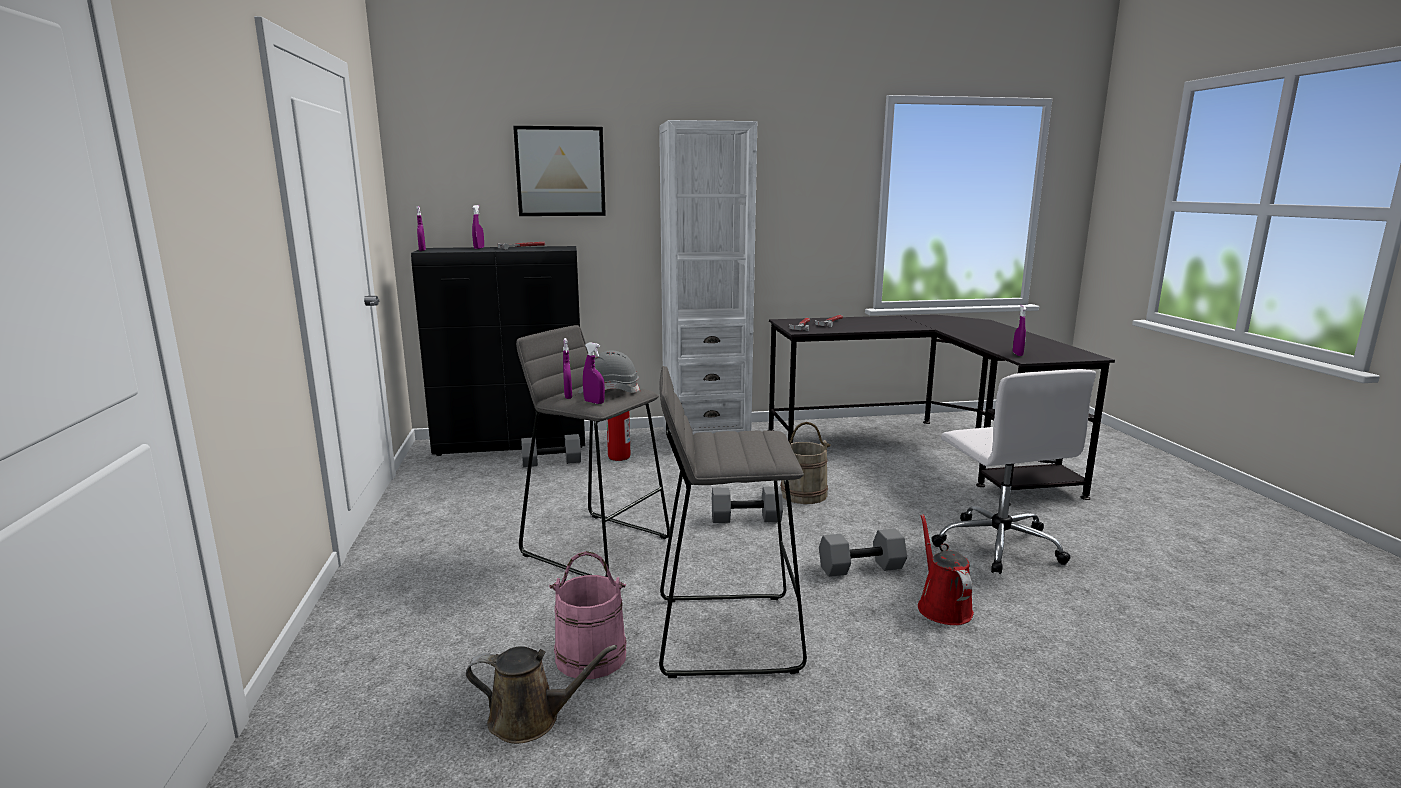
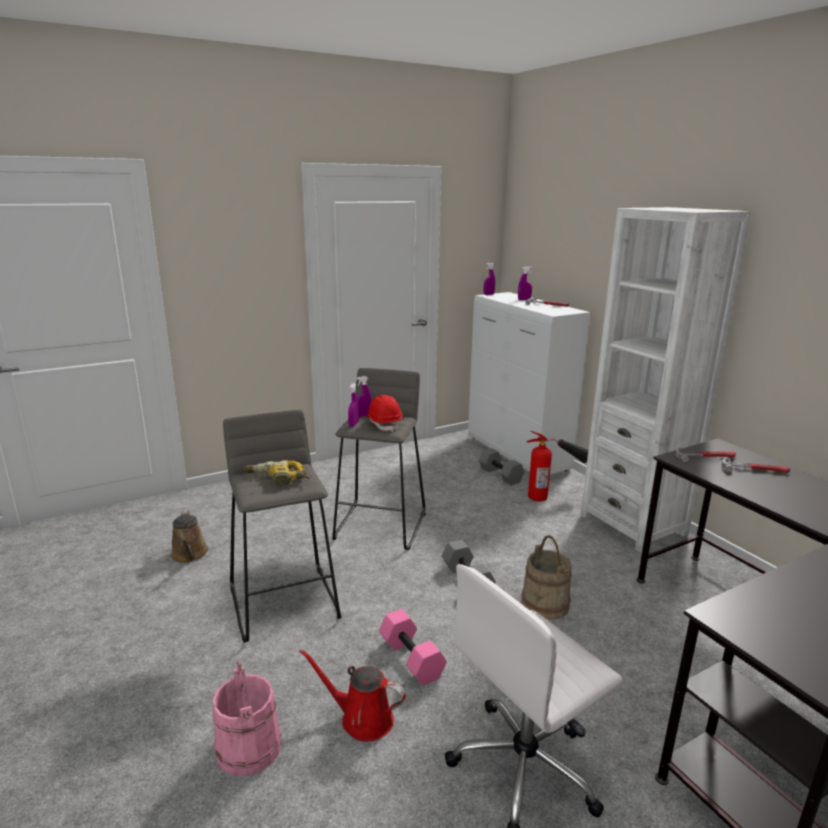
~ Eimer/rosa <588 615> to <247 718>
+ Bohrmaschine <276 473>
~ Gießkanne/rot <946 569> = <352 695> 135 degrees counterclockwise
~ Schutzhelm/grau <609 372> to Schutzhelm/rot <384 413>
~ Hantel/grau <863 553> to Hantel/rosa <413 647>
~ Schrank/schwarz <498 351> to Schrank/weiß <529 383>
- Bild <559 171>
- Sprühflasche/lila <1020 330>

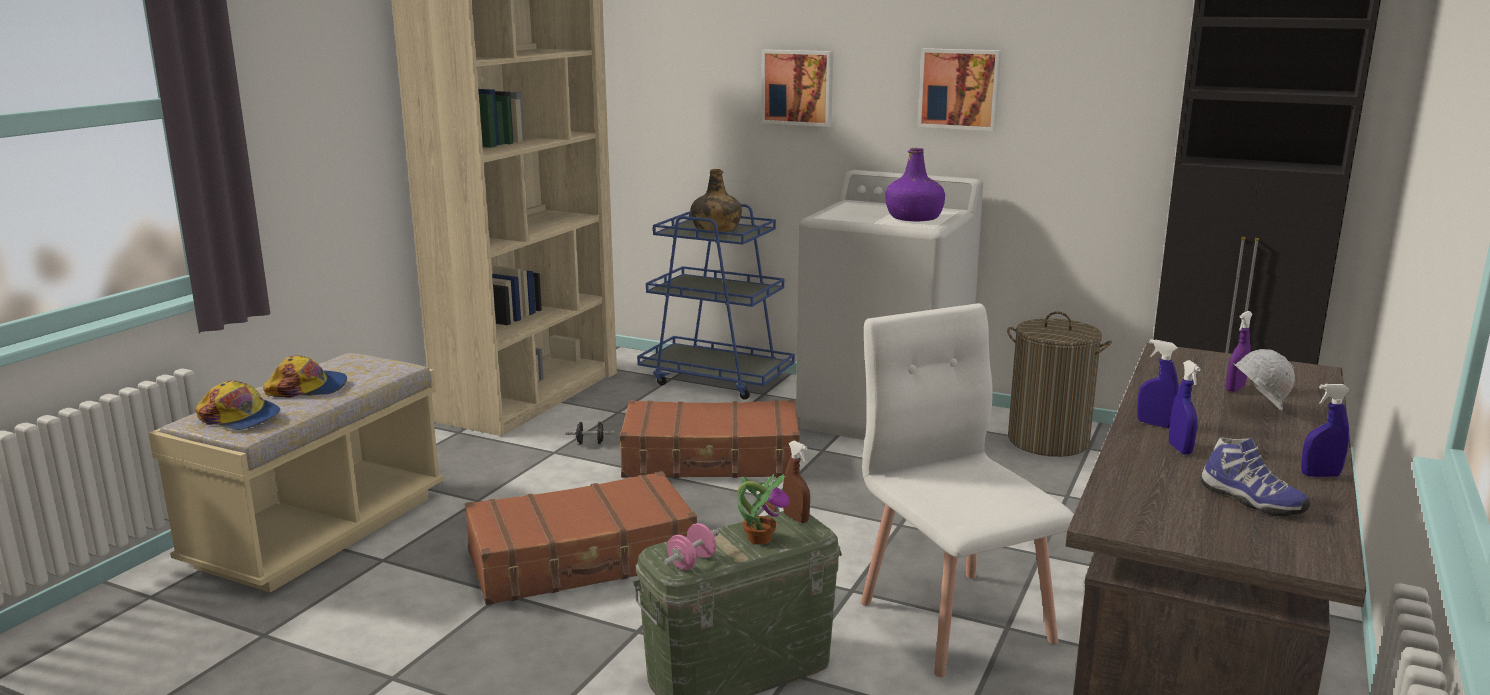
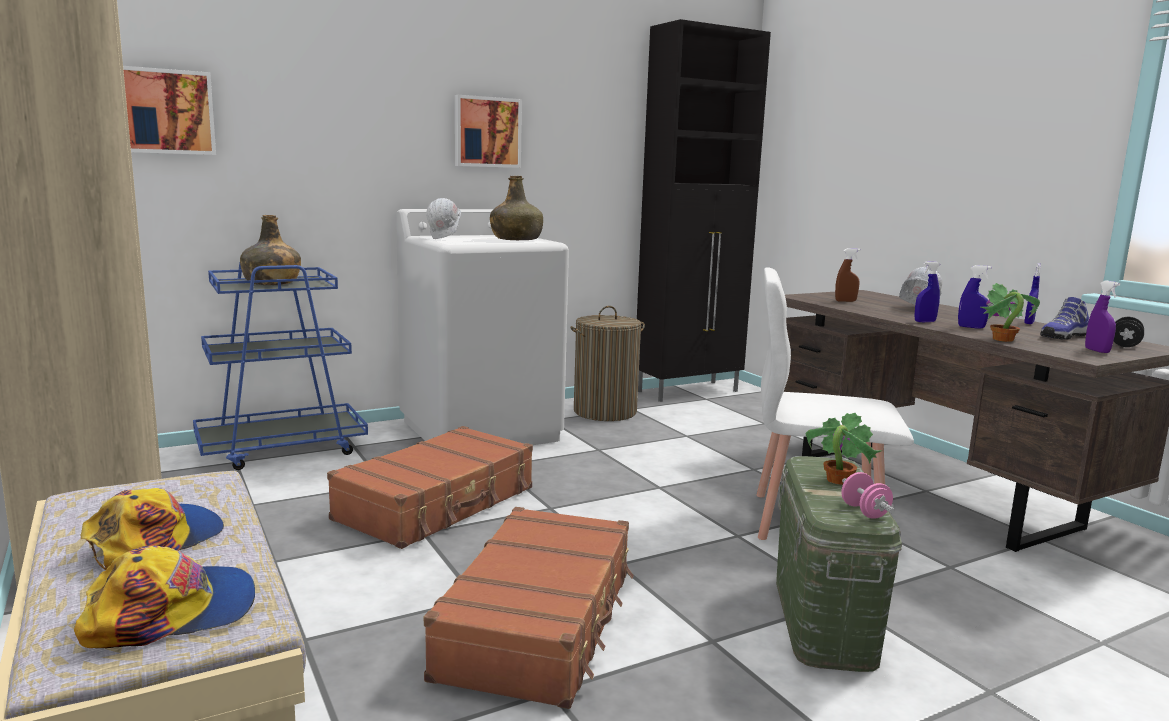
~ Bild <797 88> to <169 110>
+ Schutzhelm/weiß <443 218>
~ Flasche/lila <915 184> to Flasche/grün <516 208>
~ Sprühflasche/braun <796 482> to <847 275>
+ Topfpflanze <1010 312>
~ Schuh <1255 476> = <1064 318> 150 degrees clockwise
~ Sprühflasche/lila <1239 351> to <1102 317>
~ Hantel/schwarz <590 433> to <1129 332>

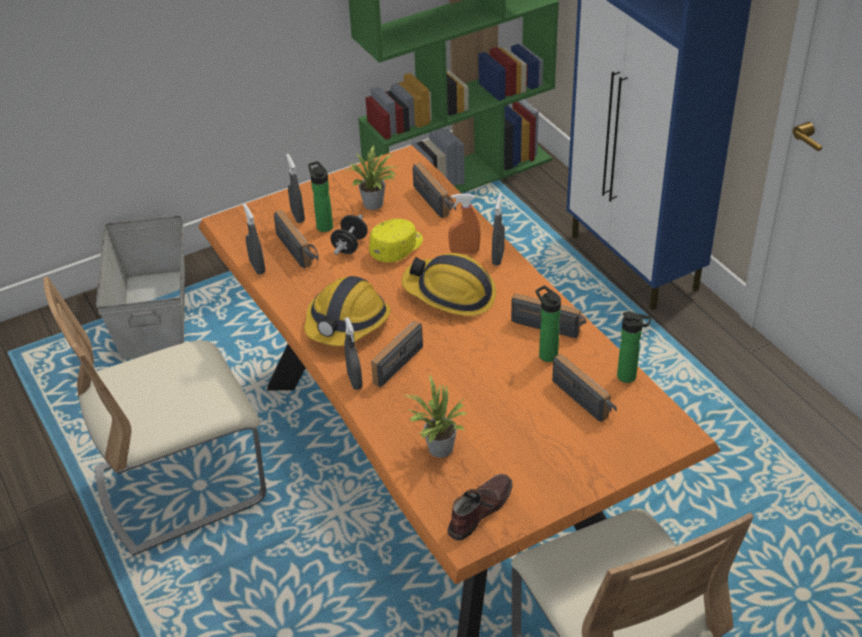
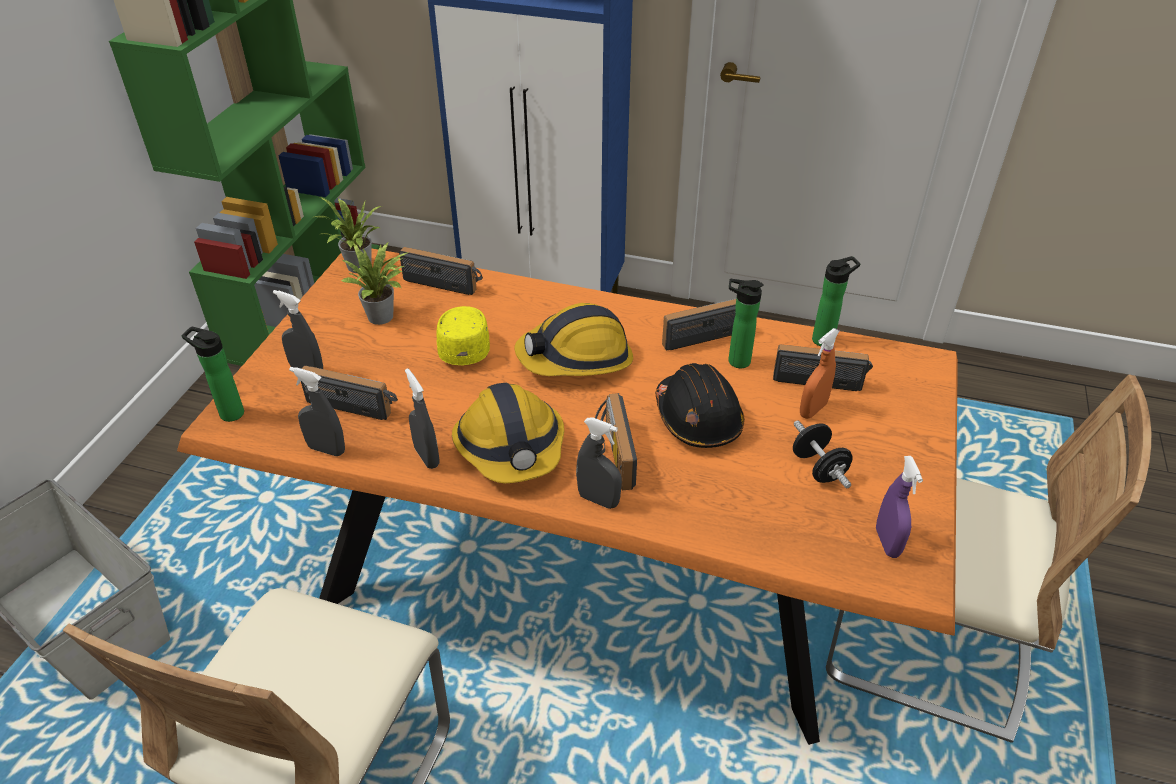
~ Flasche <320 196> to <213 374>
~ Topfpflanze <436 416> to <346 235>
~ Sprühflasche/grau <498 229> to <422 418>
+ Schutzhelm/schwarz <700 405>
~ Hantel/schwarz <349 234> to <823 454>
~ Sprühflasche/orange <464 224> to <819 373>
~ Schuh/braun <480 507> to Sprühflasche/lila <899 507>

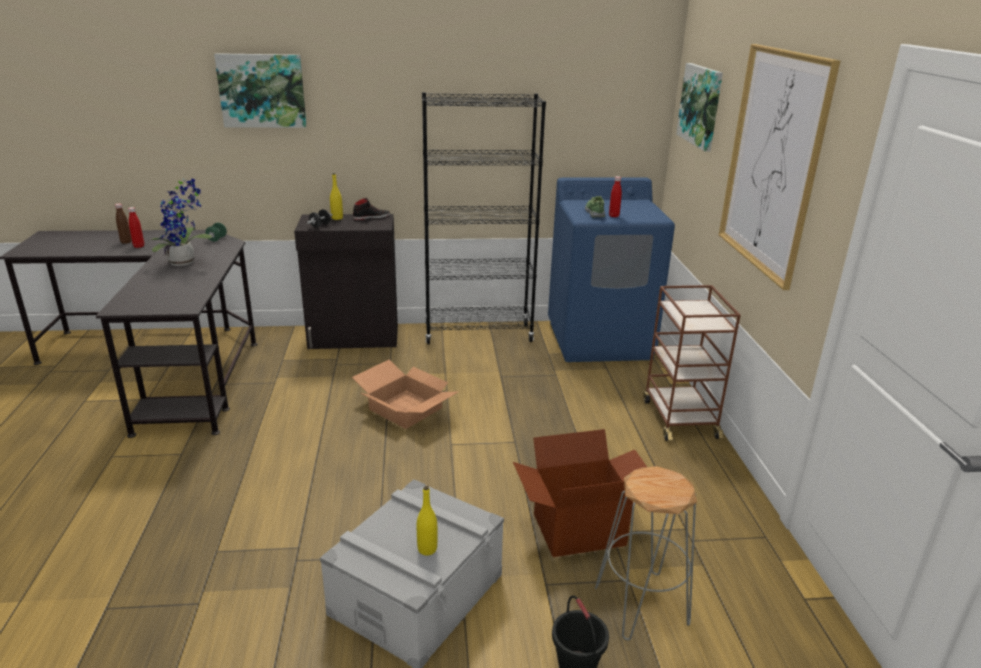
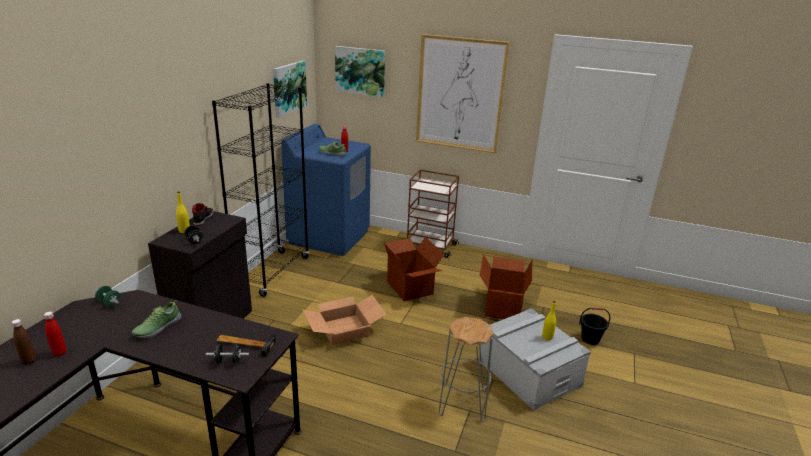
~ Topfpflanze <180 222> to Schuh <156 319>
+ Hantel/schwarz <227 354>
+ Hammer <246 345>
~ Bild <260 90> to <290 89>
+ Karton <413 269>
~ Hocker/grau <646 553> to <466 369>

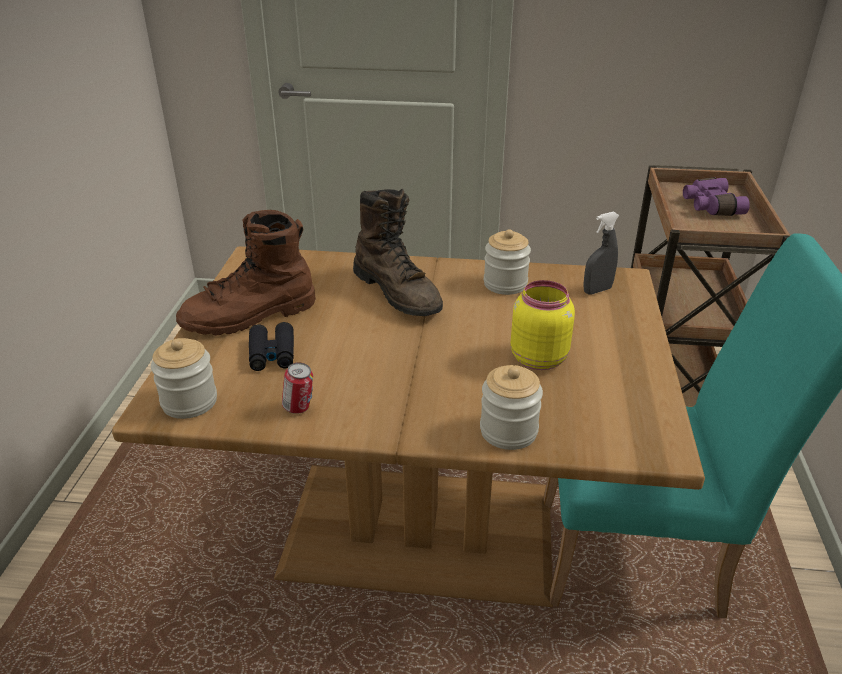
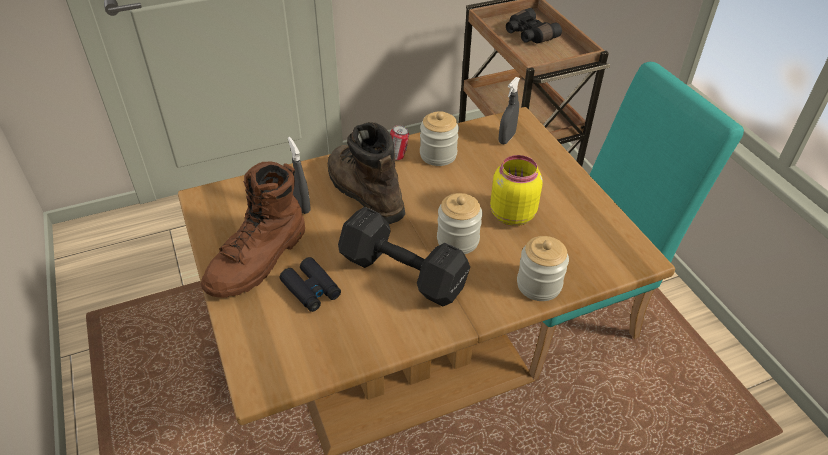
+ Sprühflasche/grau <299 175>
~ Stiefel/braun <398 252> = <366 173> 150 degrees counterclockwise
+ Hantel/schwarz <404 256>
~ Dose <297 388> to <399 142>
~ Vorratsglas <184 378> to <460 223>
~ Fernglas/lila <716 196> to Fernglas/schwarz <534 25>

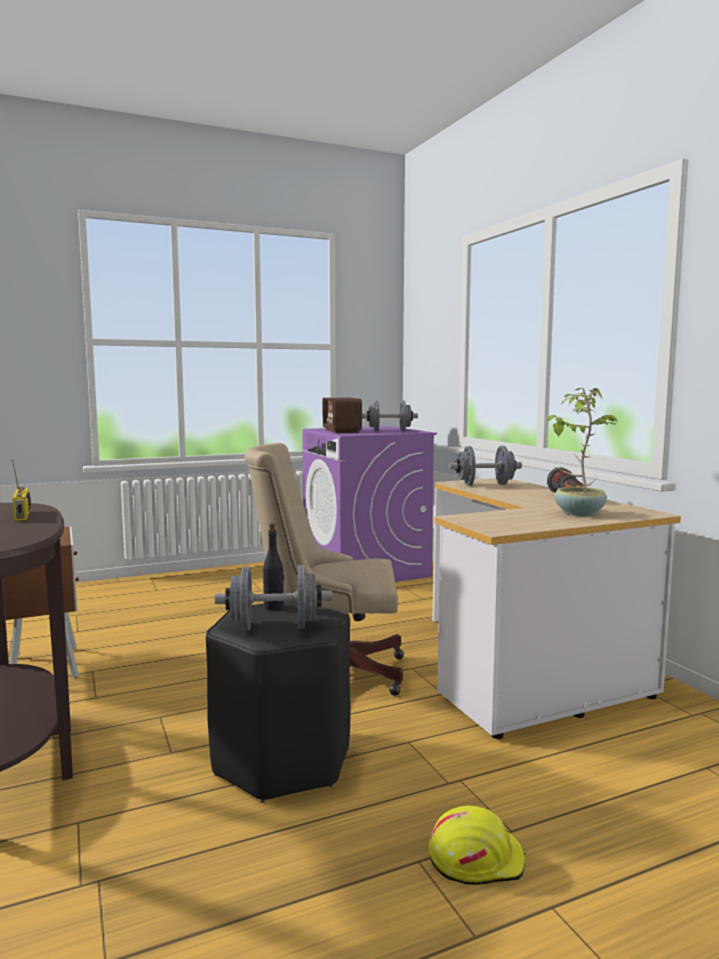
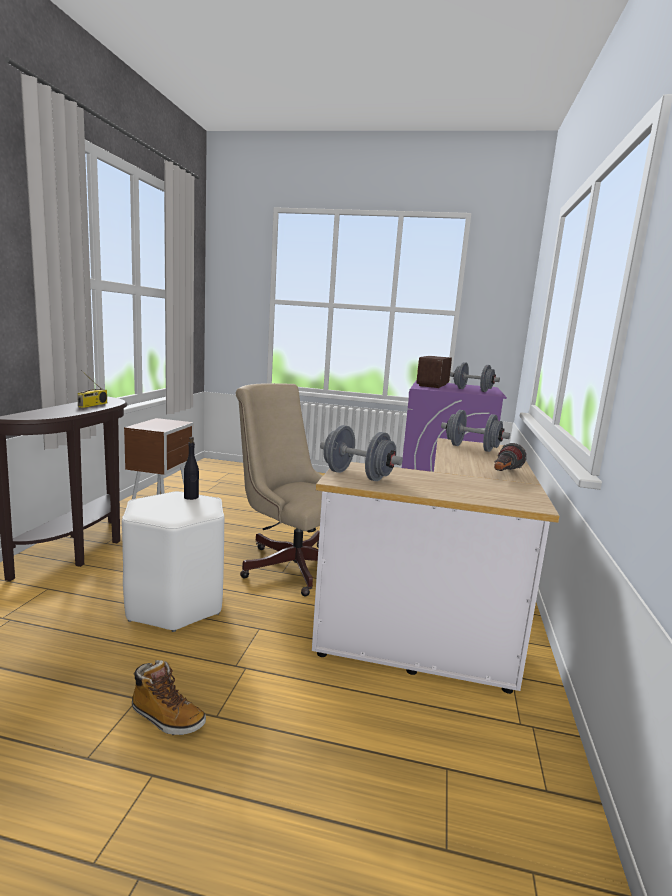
~ Hocker/schwarz <278 701> to Hocker/weiß <173 561>
~ Schutzhelm/gelb <477 845> to Stiefel <169 697>
~ Hantel/grau <273 597> to <361 453>
- Topfpflanze <582 452>

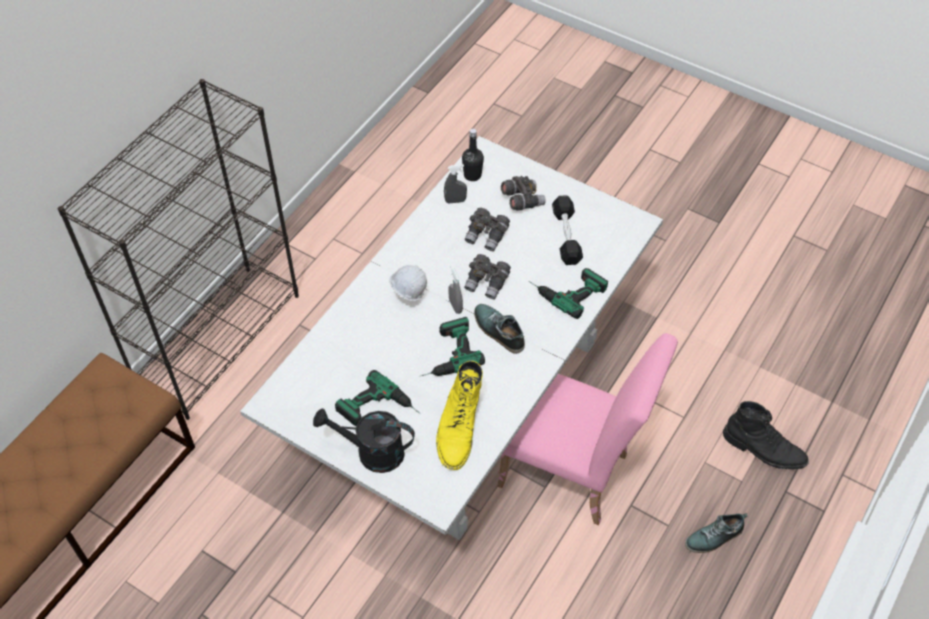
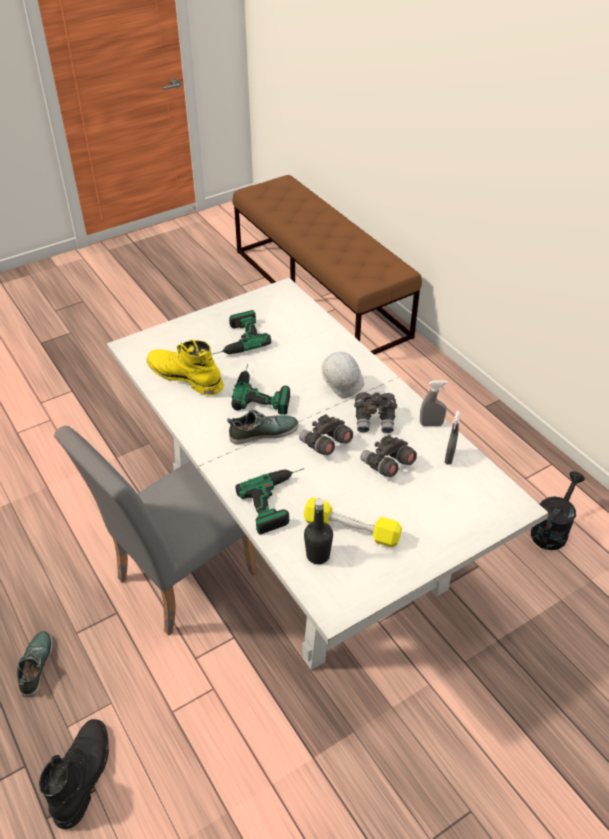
~ Stiefel/schwarz <766 435> = <74 774> 135 degrees clockwise
~ Stuhl/rosa <588 429> to Stuhl/grau <155 531>
~ Hantel/schwarz <567 230> to Hantel/gelb <353 522>
~ Flasche/schwarz <473 155> to <318 531>
~ Fernglas/grau <523 193> to <375 412>
~ Sprühflasche/grau <455 290> to <434 403>
~ Gießkanne/schwarz <364 440> to <558 510>
- Bücherregal/schwarz <178 249>

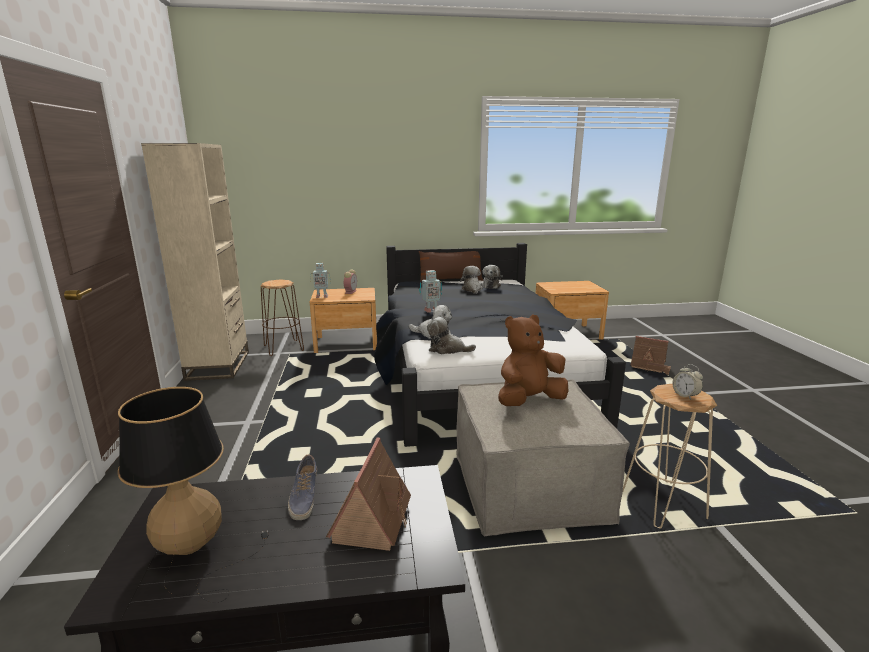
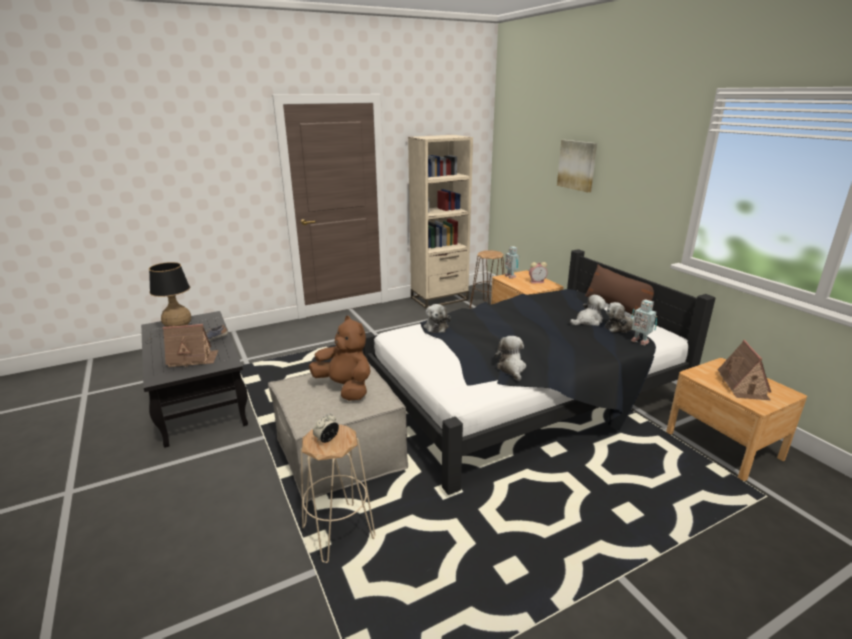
~ Plüschtier <451 335> to <510 358>
+ Bild <577 166>
~ Spielzeugroboter <430 291> to <644 322>
~ Spielzeughaus <651 355> to <744 370>

